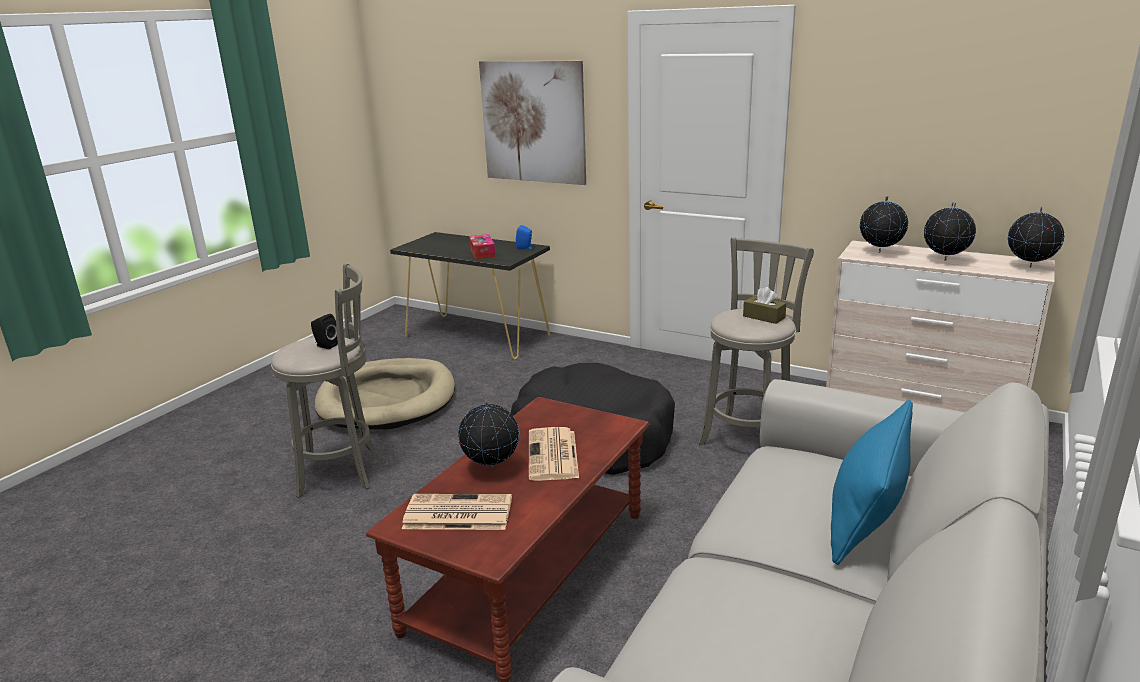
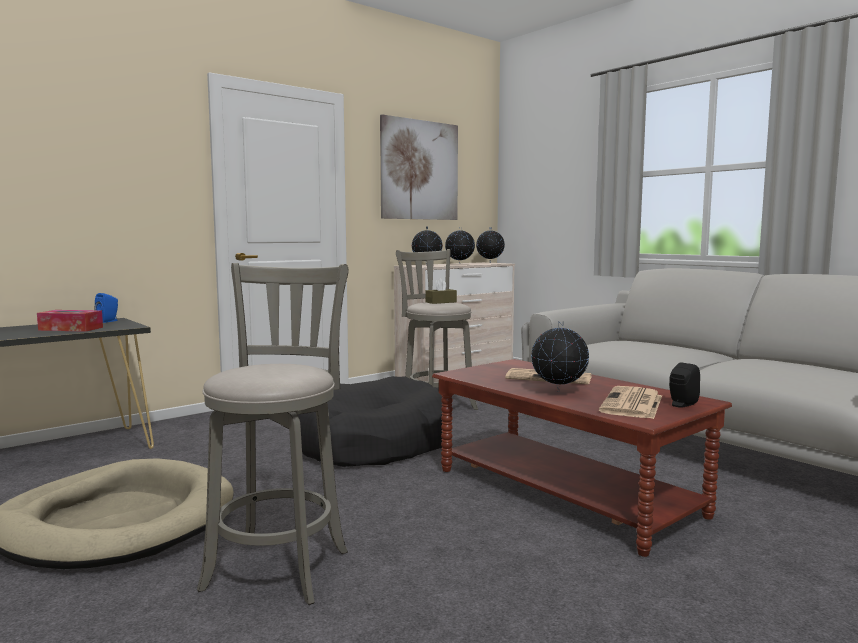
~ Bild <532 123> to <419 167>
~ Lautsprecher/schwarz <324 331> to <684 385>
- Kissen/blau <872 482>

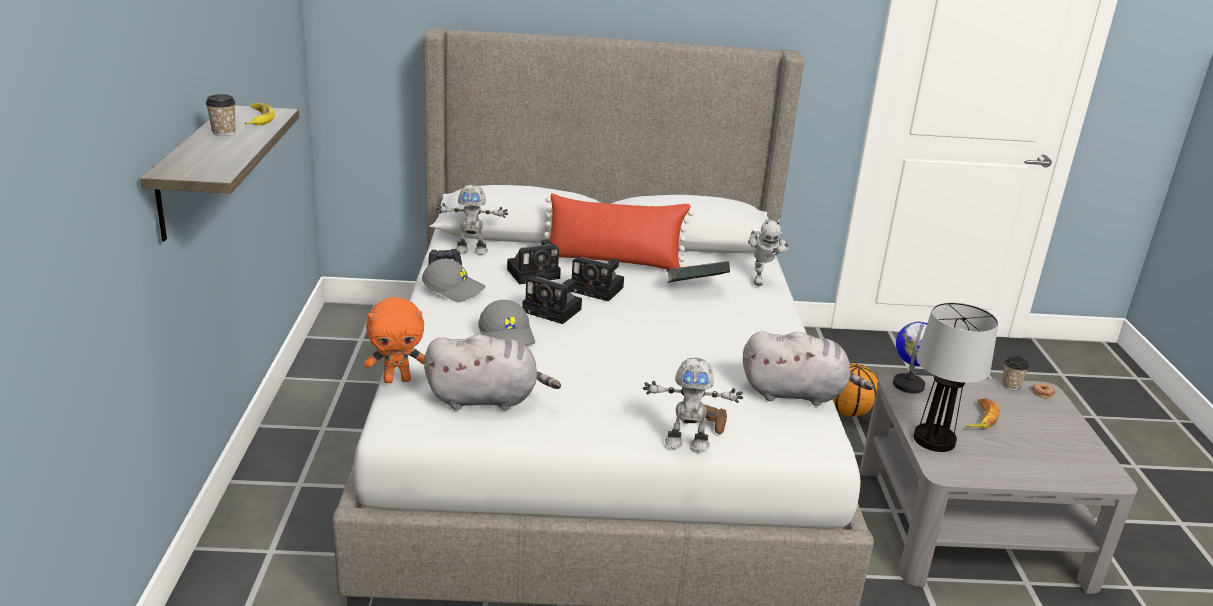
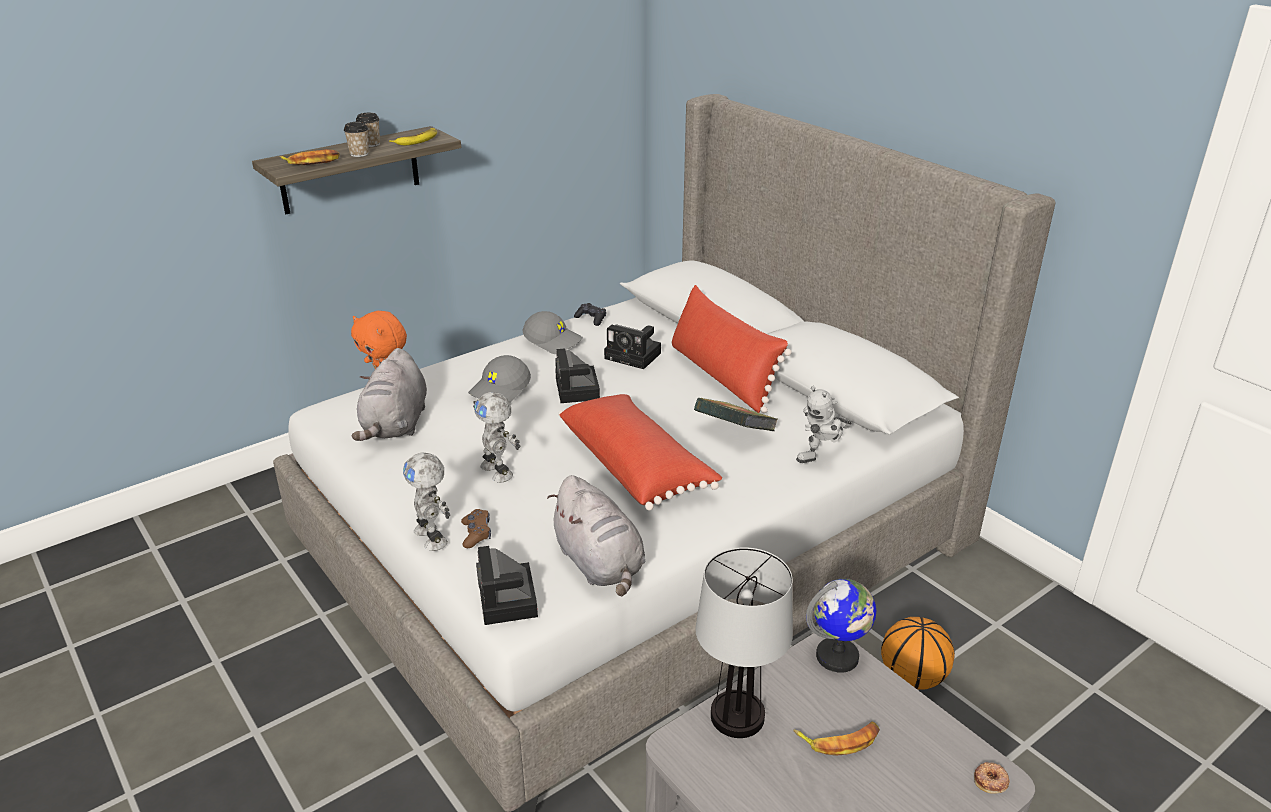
+ Banane <310 157>
~ Tasse <1015 372> to <356 139>
~ Plüschtier/grau <492 372> = <389 394> 45 degrees clockwise
~ Spielzeugroboter <472 220> to <496 437>
~ Kamera <597 279> to <507 585>
~ Kappe/grau <453 280> = <553 332> 45 degrees counterclockwise
+ Kissen/rot <640 452>

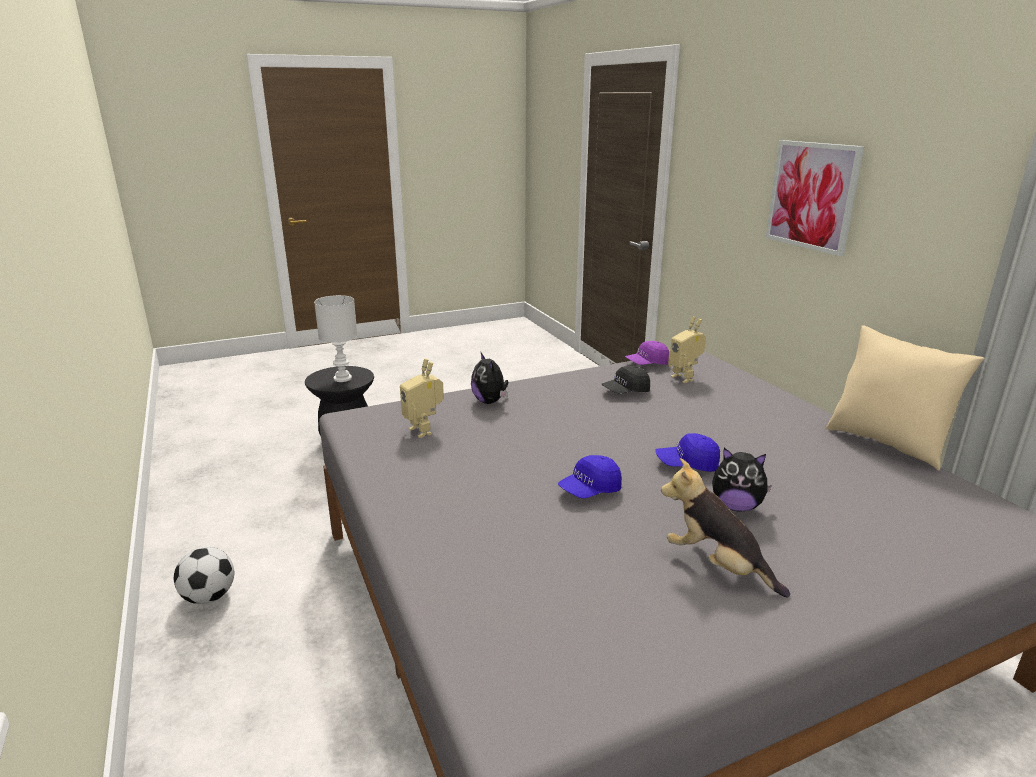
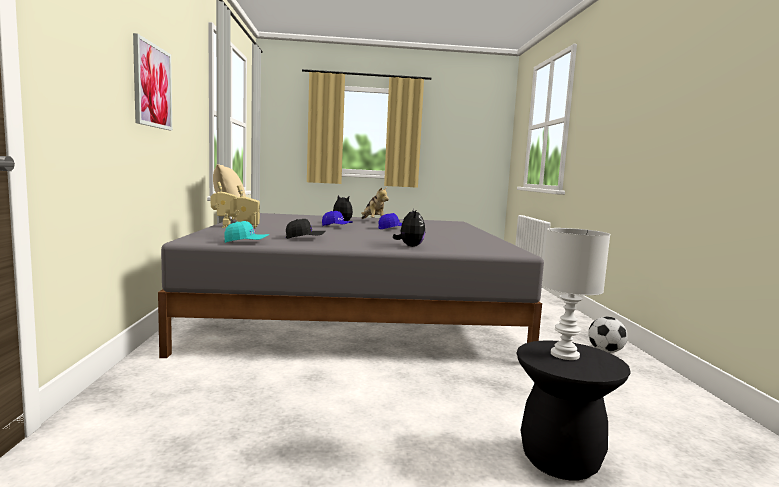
~ Spielzeugroboter <422 398> to <224 205>
~ Kappe/lila <647 353> to Kappe/türkis <246 232>

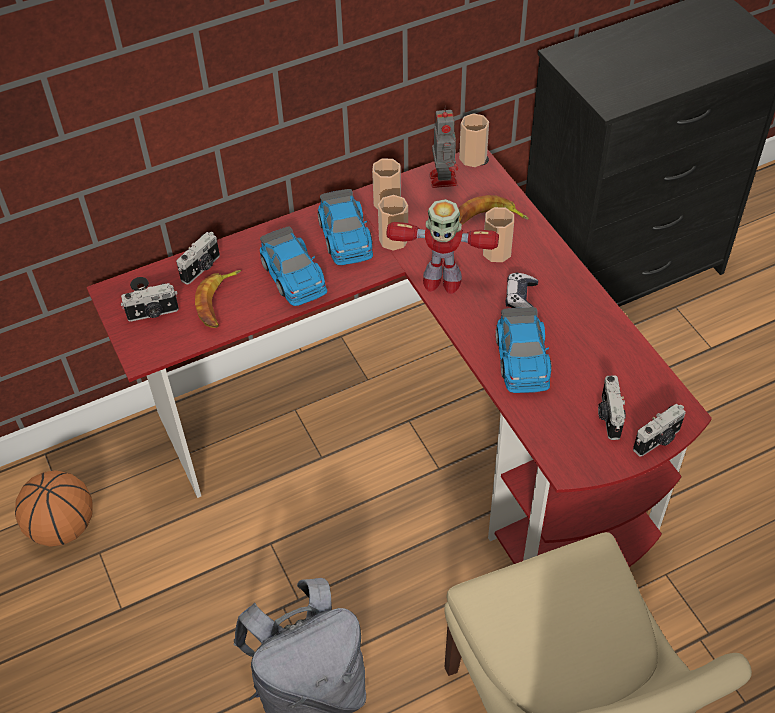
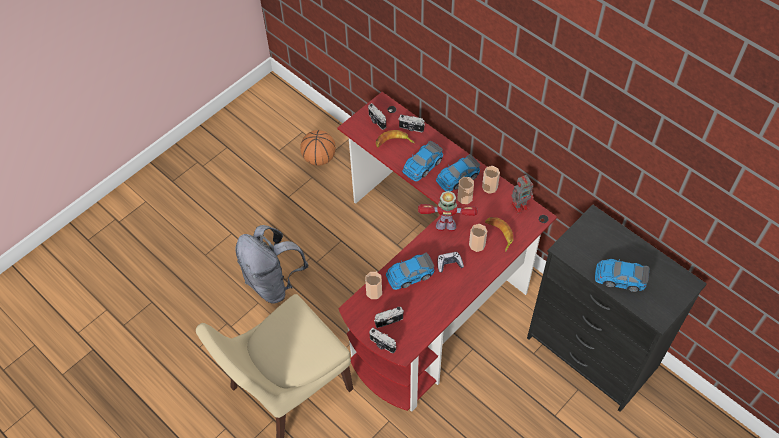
~ Tasse <474 140> to <373 285>
~ Spielzeugroboter <443 246> = <448 211> 105 degrees clockwise
+ Spielzeugauto <622 275>

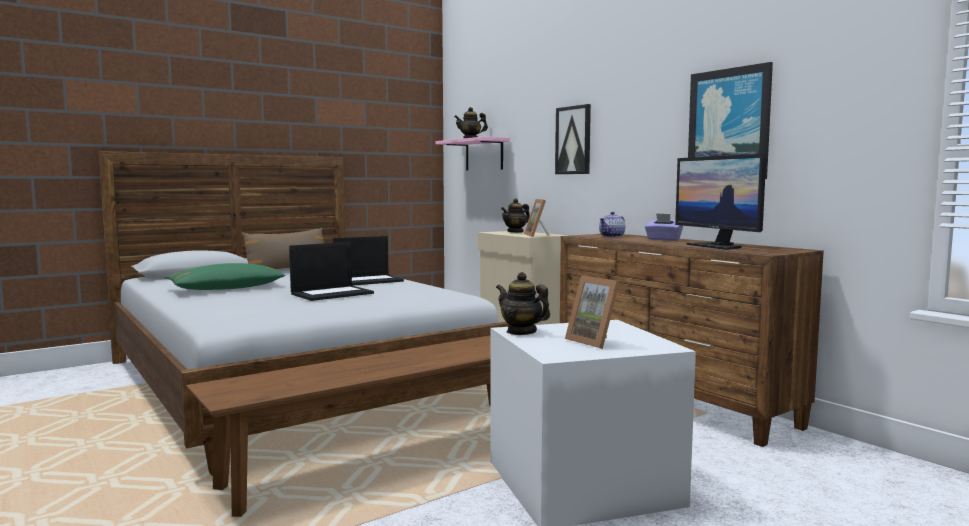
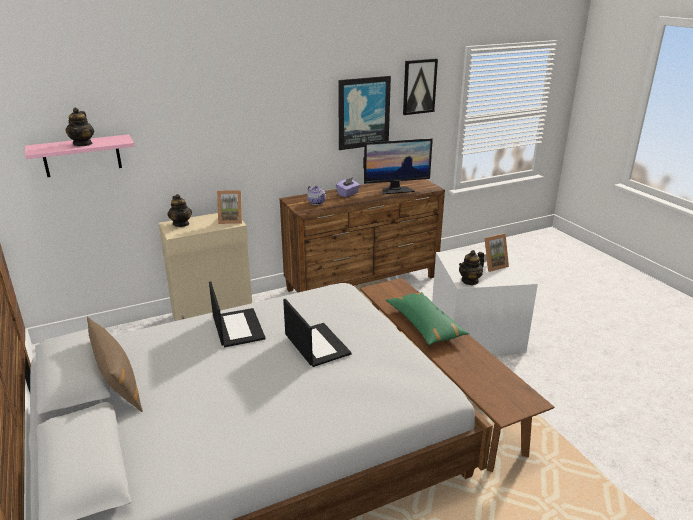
~ Kissen/grün <225 276> to <427 318>
~ Bild <573 139> to <420 87>

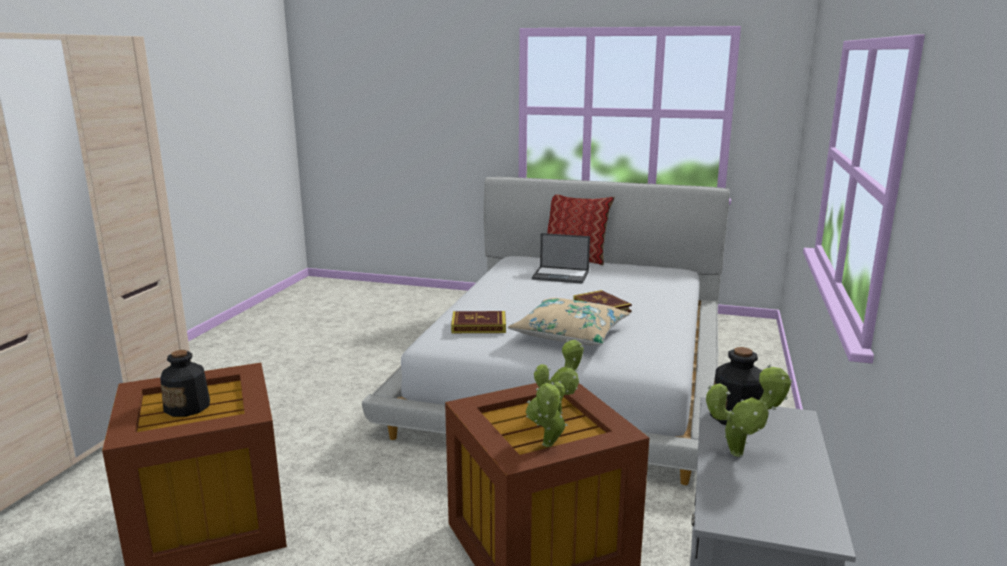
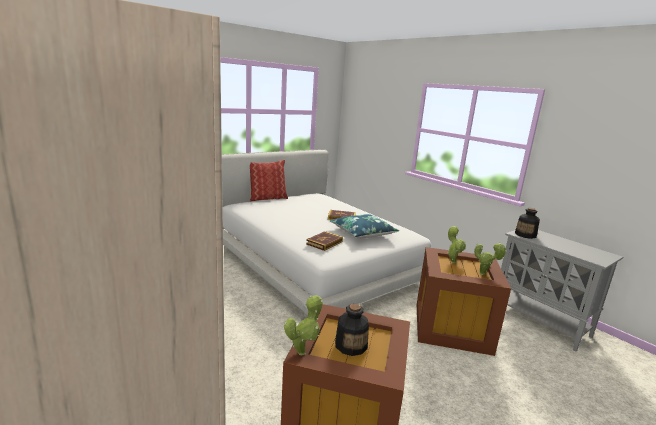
~ Topfpflanze <749 410> to <303 325>
~ Kissen/beige <569 322> to Kissen/blau <364 226>
- Laptop <561 258>

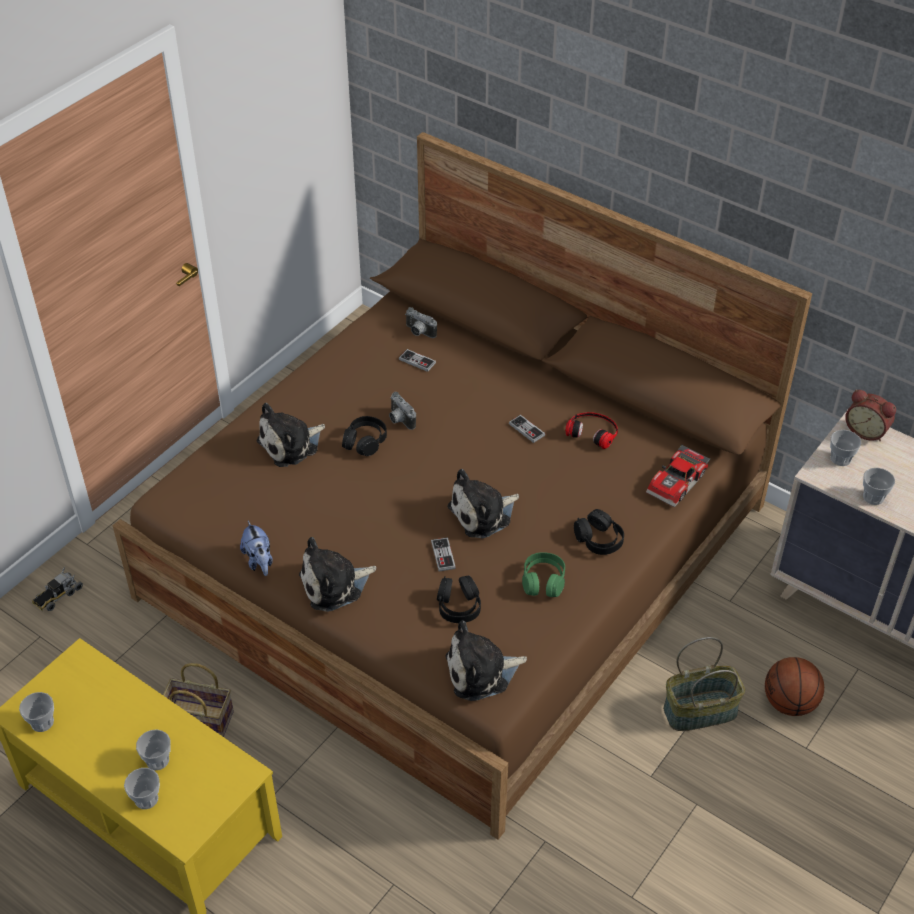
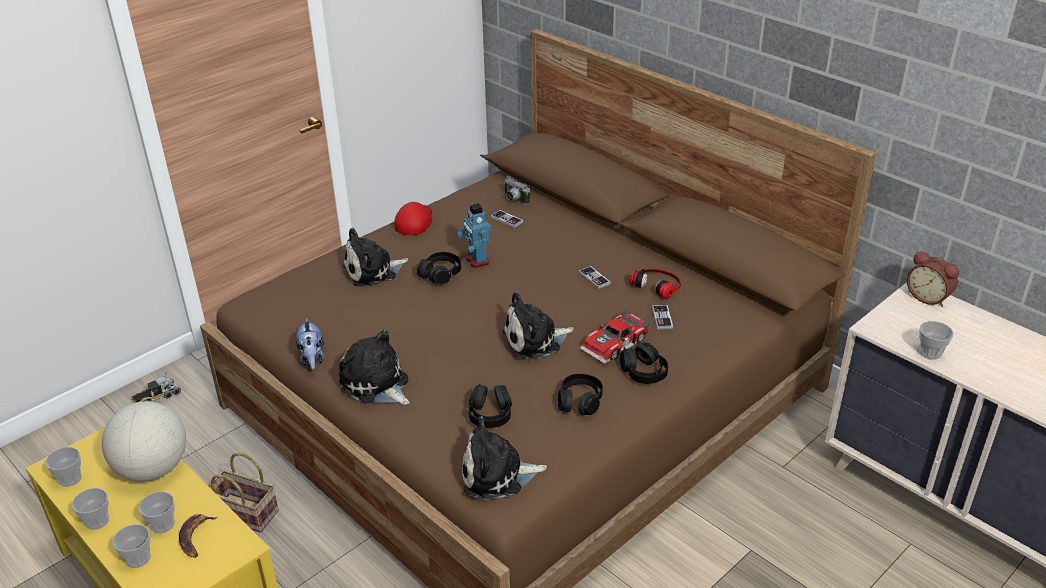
~ Tasse <845 448> to <90 509>
+ Globus <144 441>
+ Banane <198 536>
~ Plüschtier <337 574> = <374 367> 60 degrees clockwise
+ Kappe/rot <413 218>
~ Kamera <402 411> to Spielzeugroboter <474 235>
~ Kopfhörer/grün <543 574> to Kopfhörer/schwarz <580 394>
~ Spielzeugauto <678 475> to <615 336>
~ Gamepad <443 554> to <662 317>
- Korb <704 684>
- Basketball <794 686>

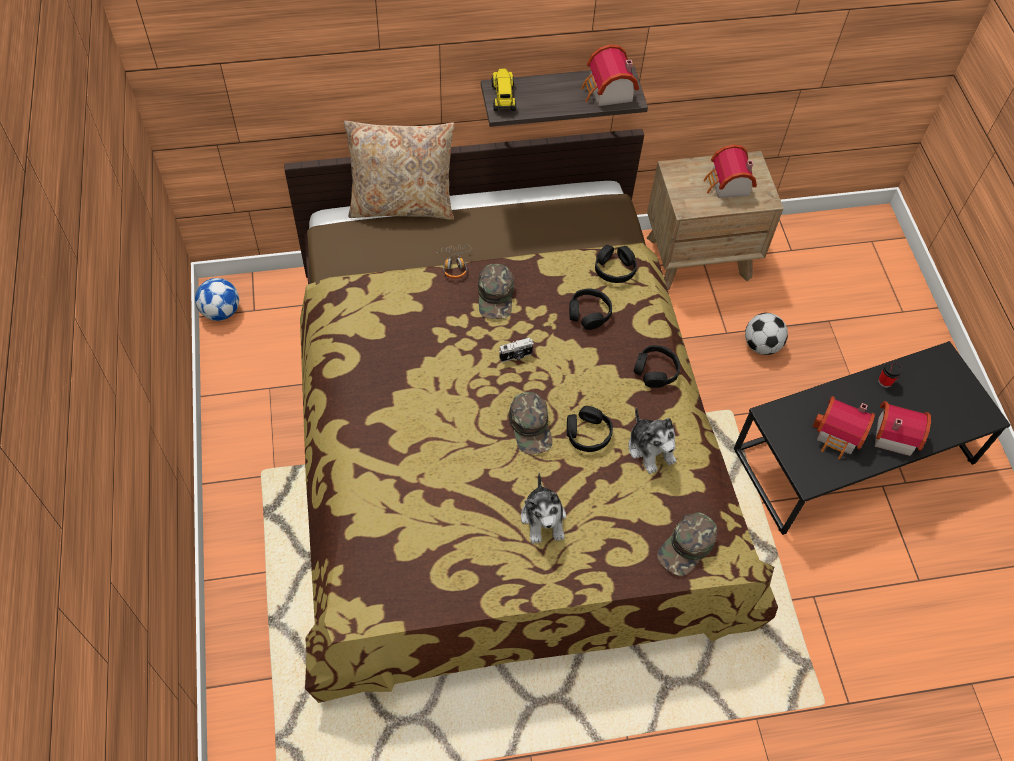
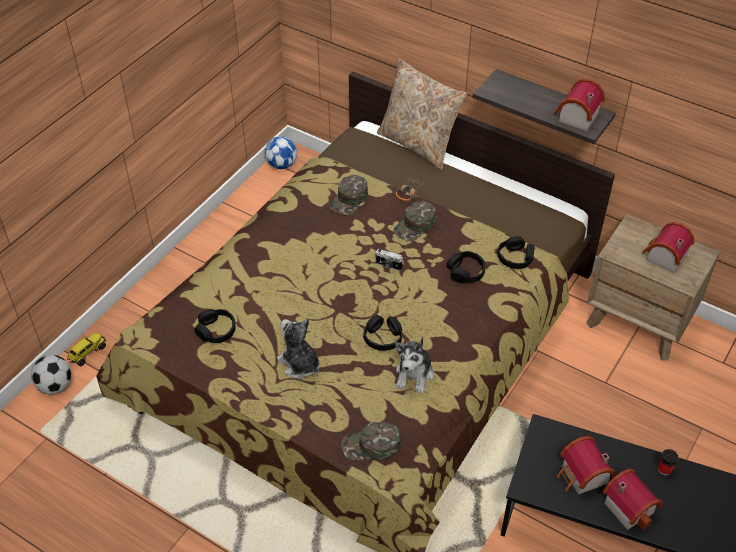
~ Fußball <766 334> to <51 374>
~ Spielzeuglaster <504 89> to <86 349>
~ Kopfhörer/schwarz <656 366> to <214 326>
~ Plüschtier <543 508> = <298 348> 105 degrees clockwise
~ Kappe/grün <531 423> to <349 195>

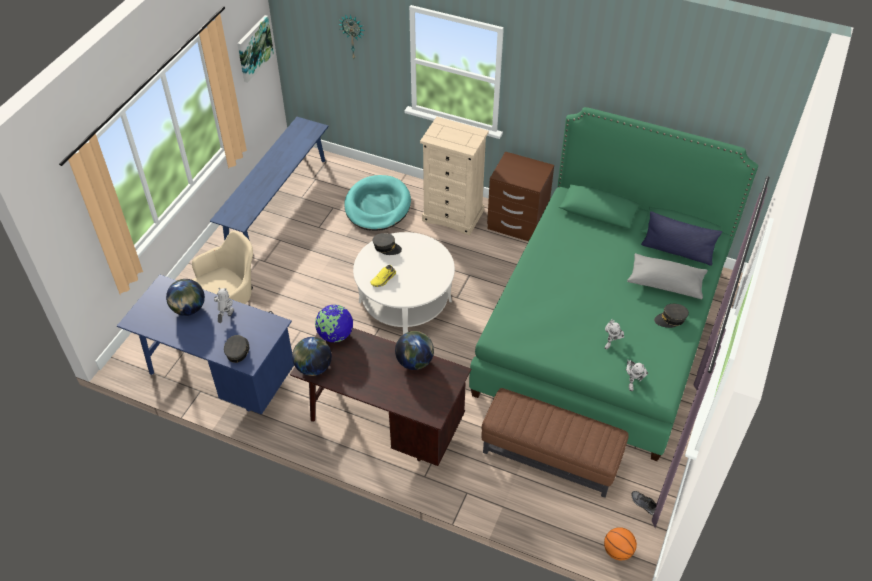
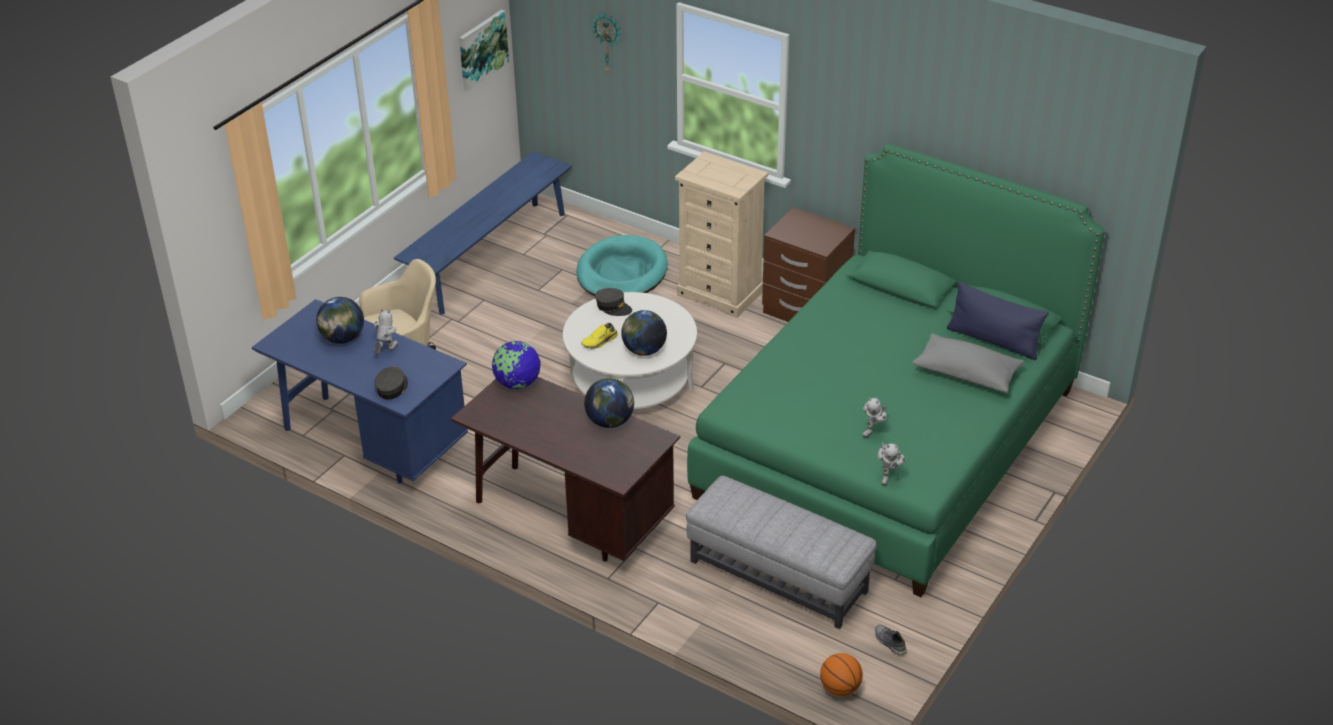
~ Globus <312 356> to <644 333>
~ Polsterhocker/braun <555 443> to Polsterhocker/grau <781 552>
- Kappe/grau <671 316>

